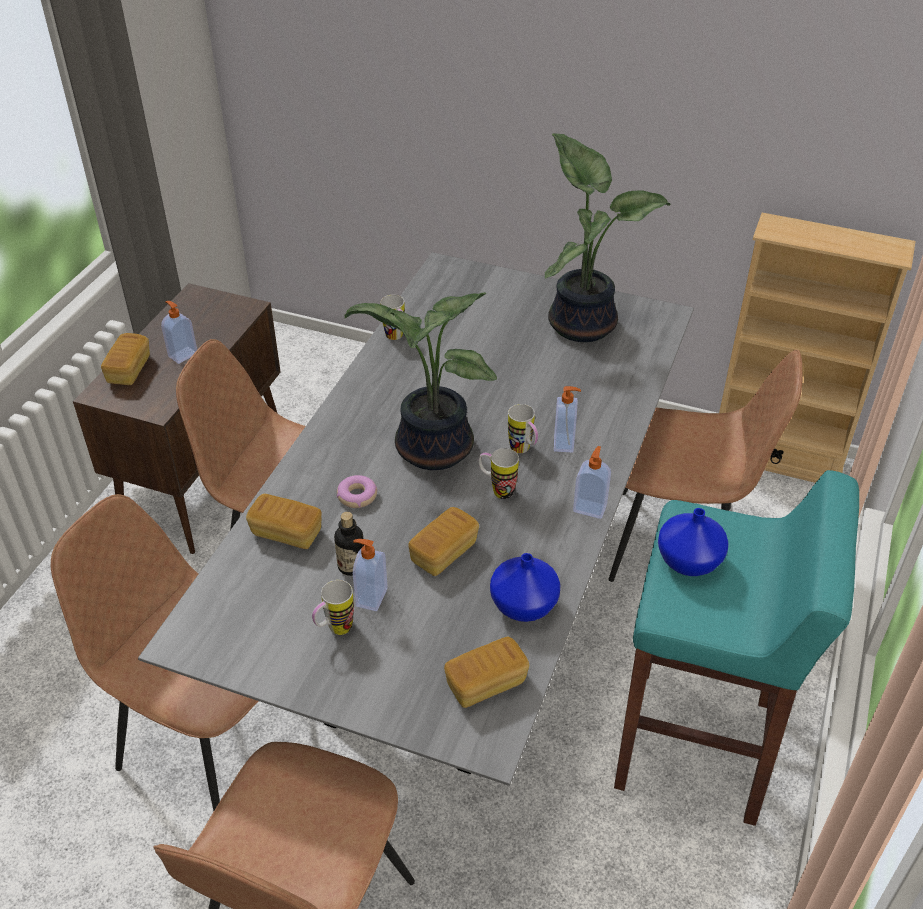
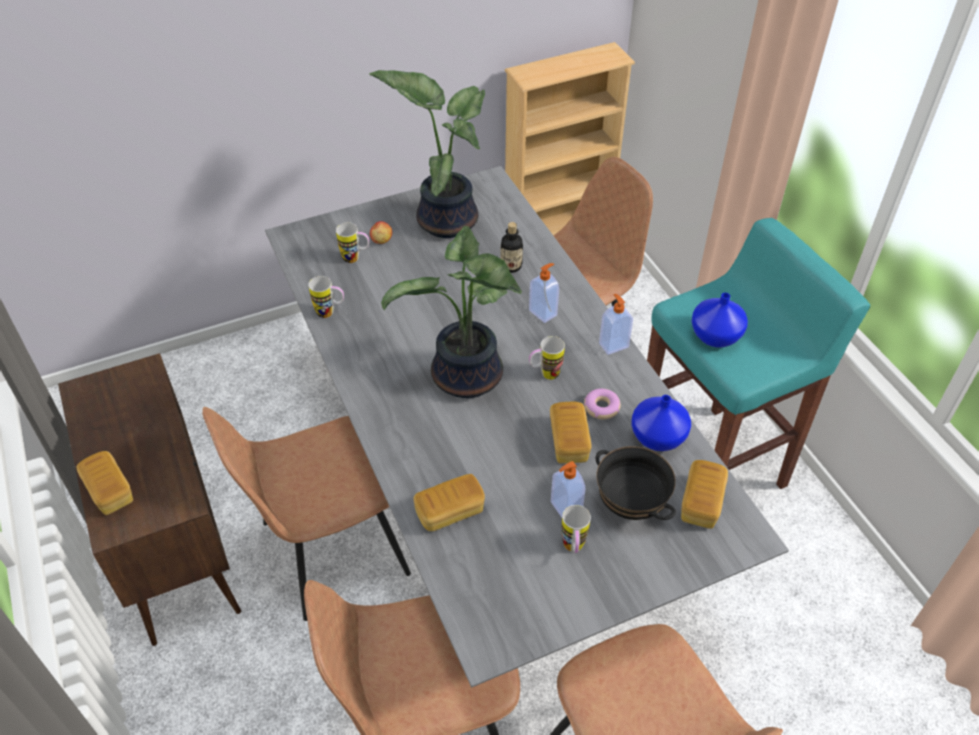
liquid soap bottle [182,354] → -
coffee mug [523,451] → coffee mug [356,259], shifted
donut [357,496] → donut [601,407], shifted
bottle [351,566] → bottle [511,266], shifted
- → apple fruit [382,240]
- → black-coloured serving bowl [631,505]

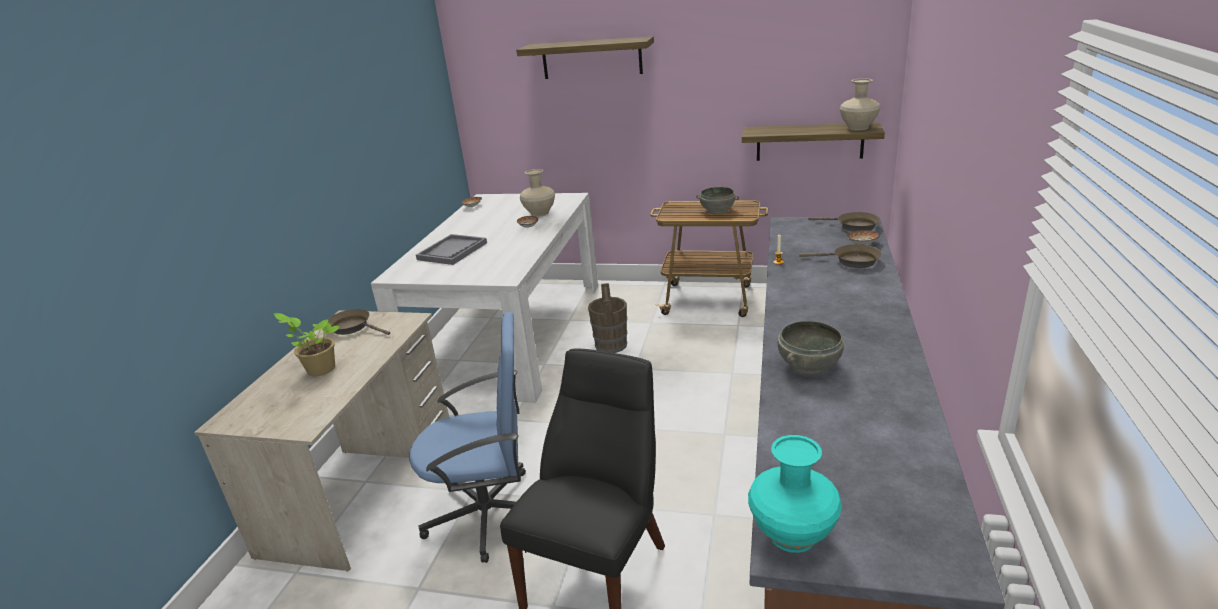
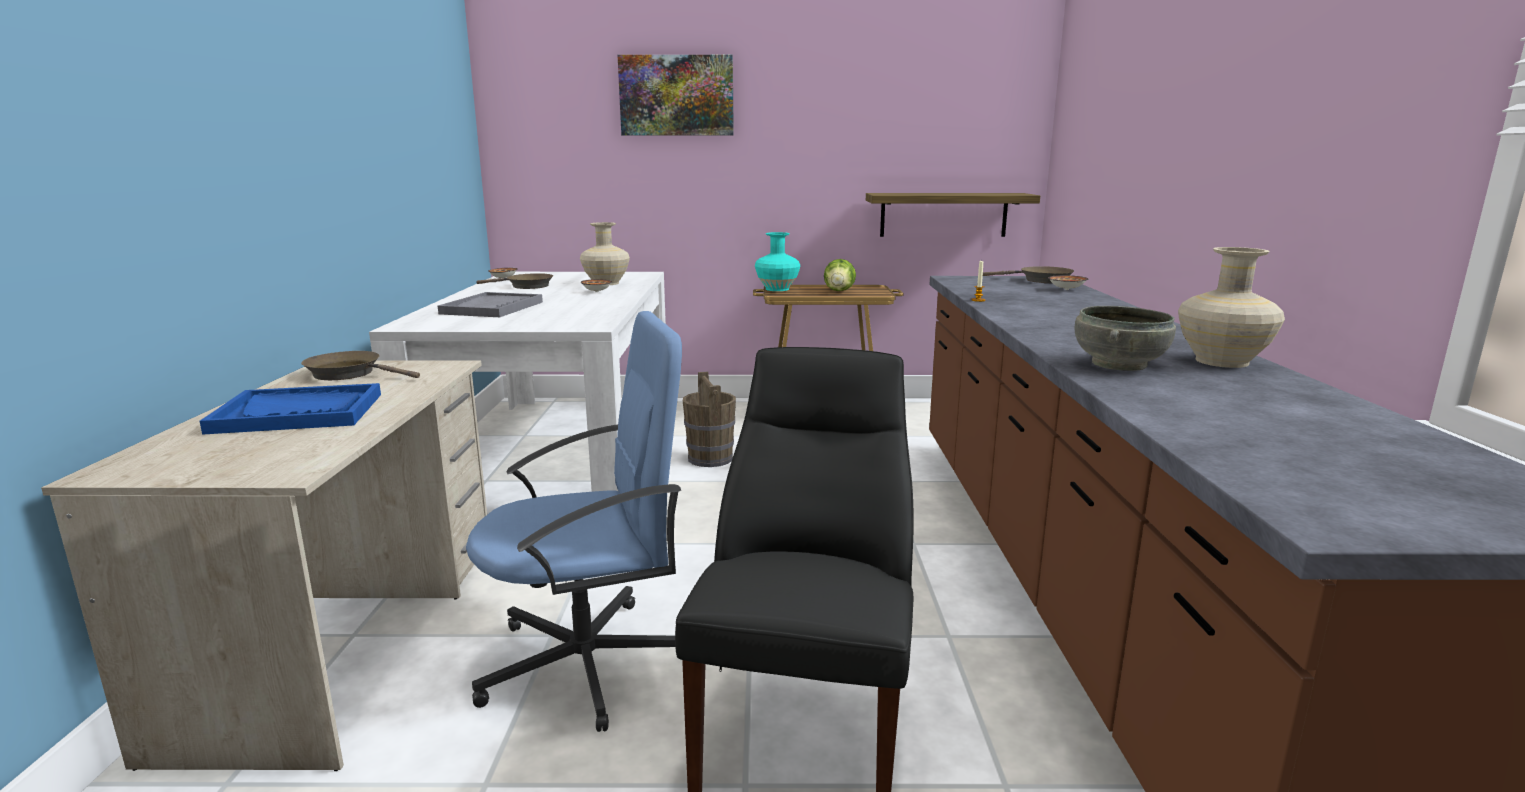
wall shelf [591,58] → wall picture [676,96]
sand-coloured decorative vase [857,128] → sand-coloured decorative vase [1220,361], shifted
gray serving bowl [717,210] → lettuce head [839,291]
brownish frying pan [852,261] → brownish frying pan [526,286], shifted
houseplant [319,369] → bluish serving tray [299,413]
blue-green decorative vase [793,536] → blue-green decorative vase [777,289], shifted

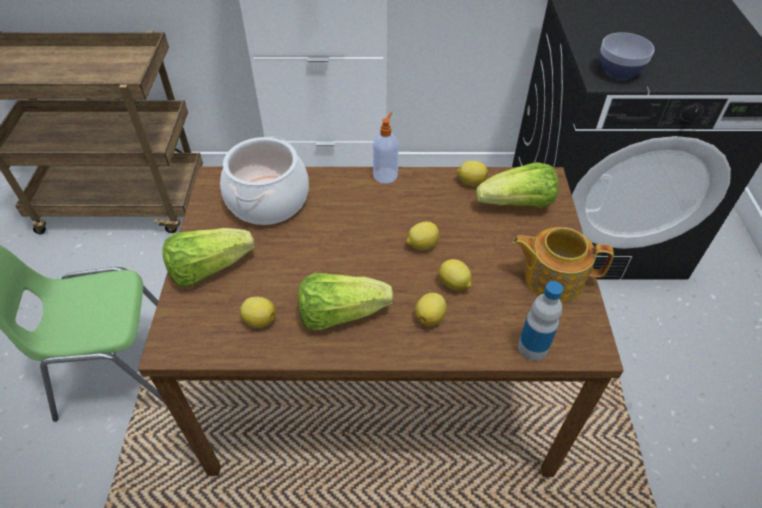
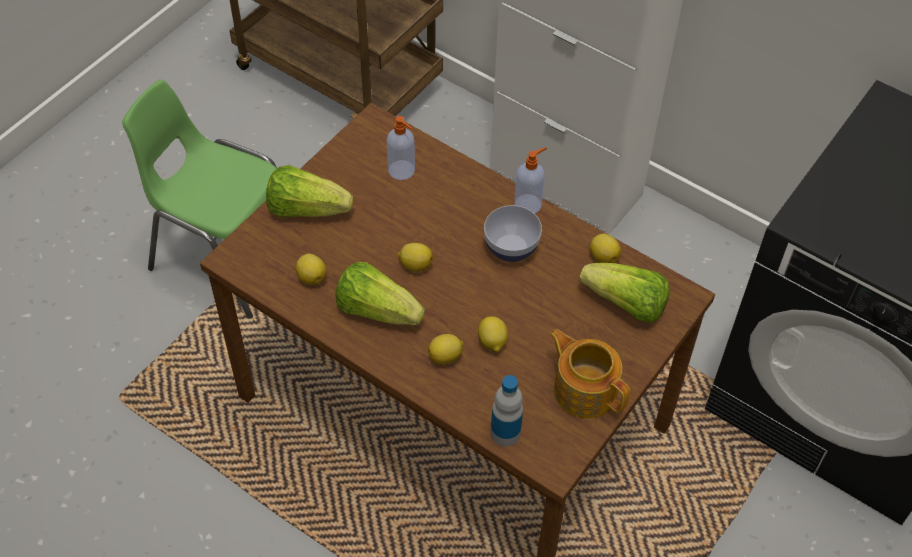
serving bowl [619,72] → serving bowl [511,248], shifted
saucepot [268,200] → liquid soap bottle [402,171]
citrus fruit [421,245] → citrus fruit [415,265], shifted

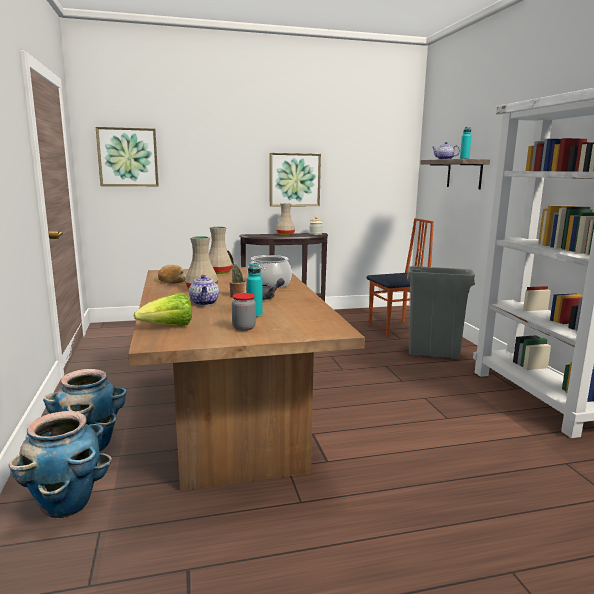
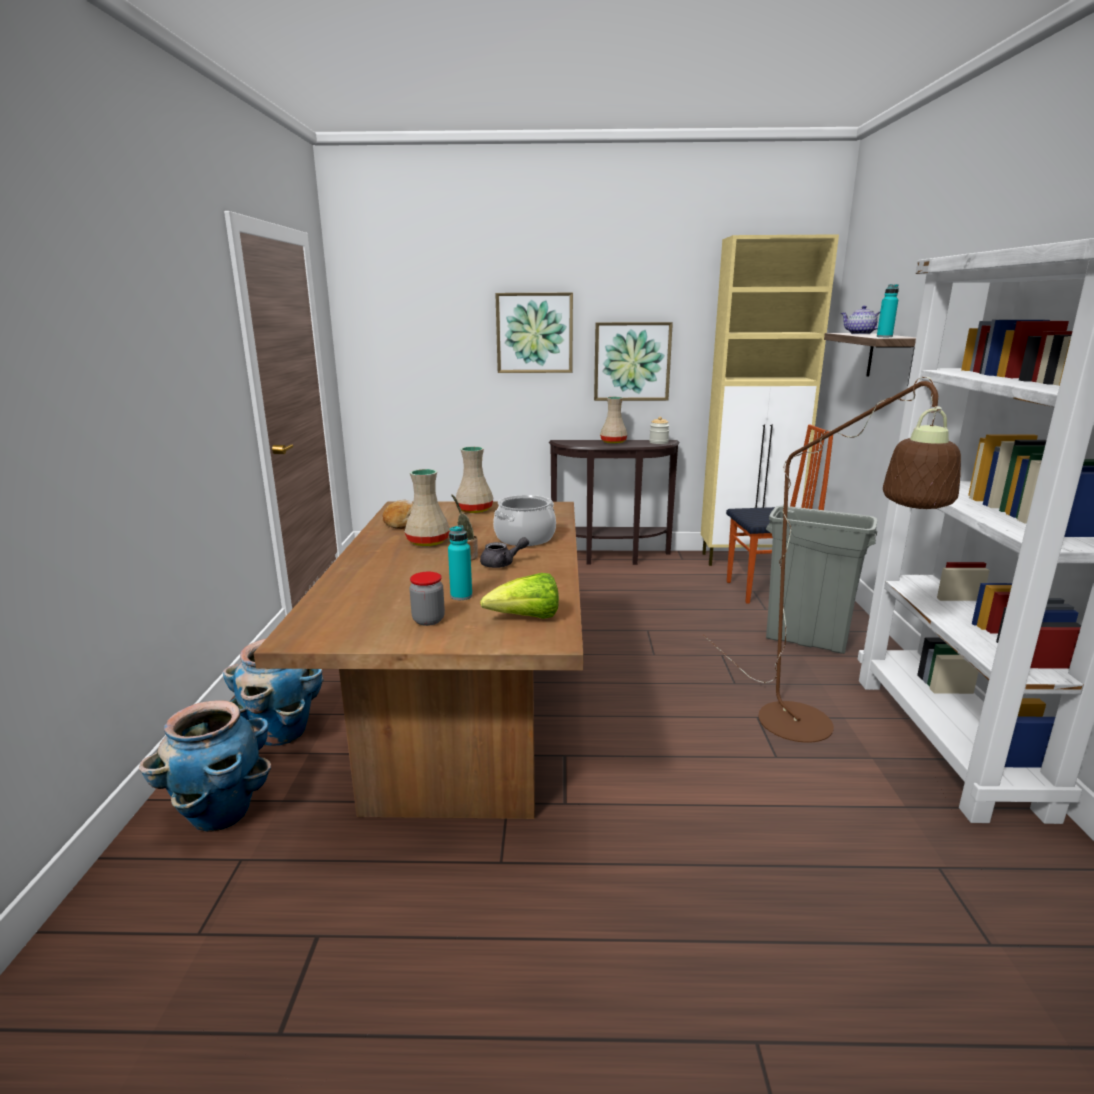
wall picture [128,157] → wall picture [534,333], shifted
pot for tea [204,303] → -
lettuce head [168,327] → lettuce head [526,618], shifted
- → sand-coloured storage cabinet [748,559]
- → brownish standing lamp [808,732]

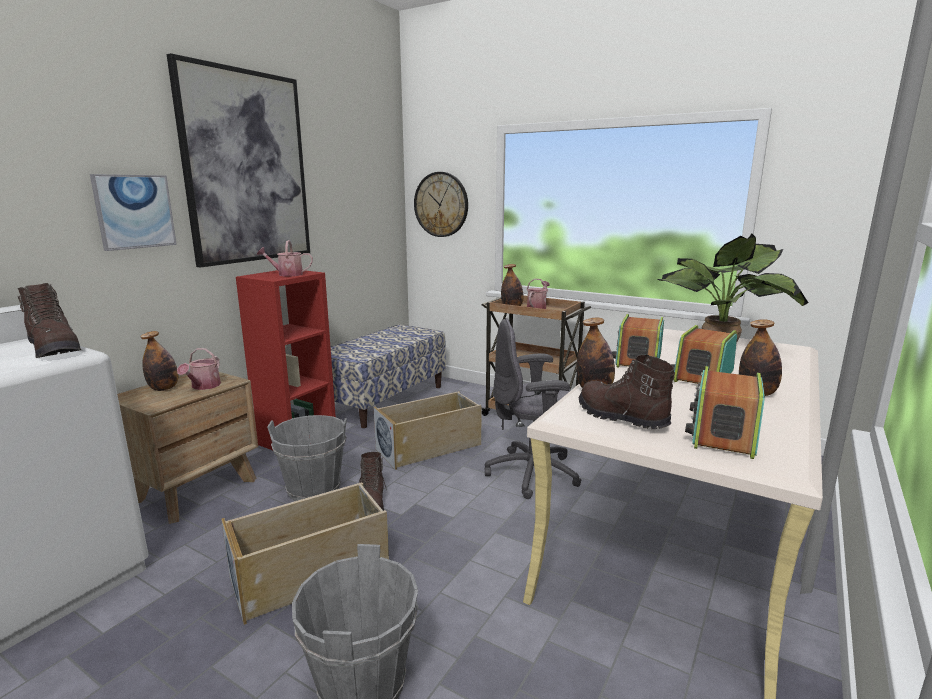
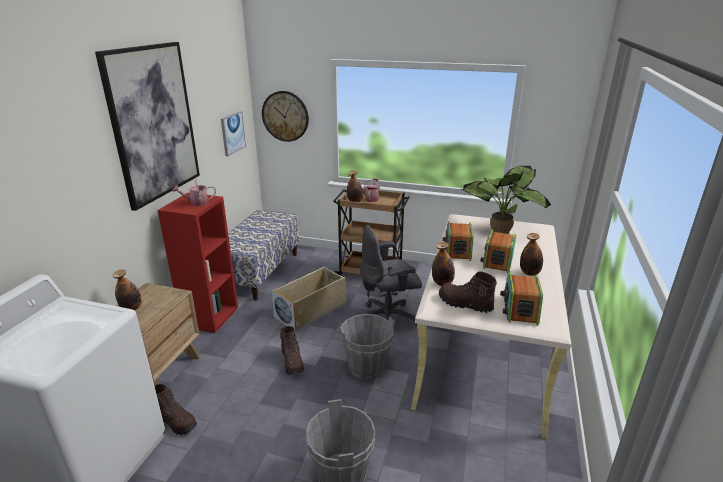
wall picture [134,211] → wall picture [232,133], shifted
brownish boot [54,349] → brownish boot [175,421], shifted
watering can [203,386] → -
gray pail [314,489] → gray pail [367,367], shifted
sand-coloured storage container [312,572] → -

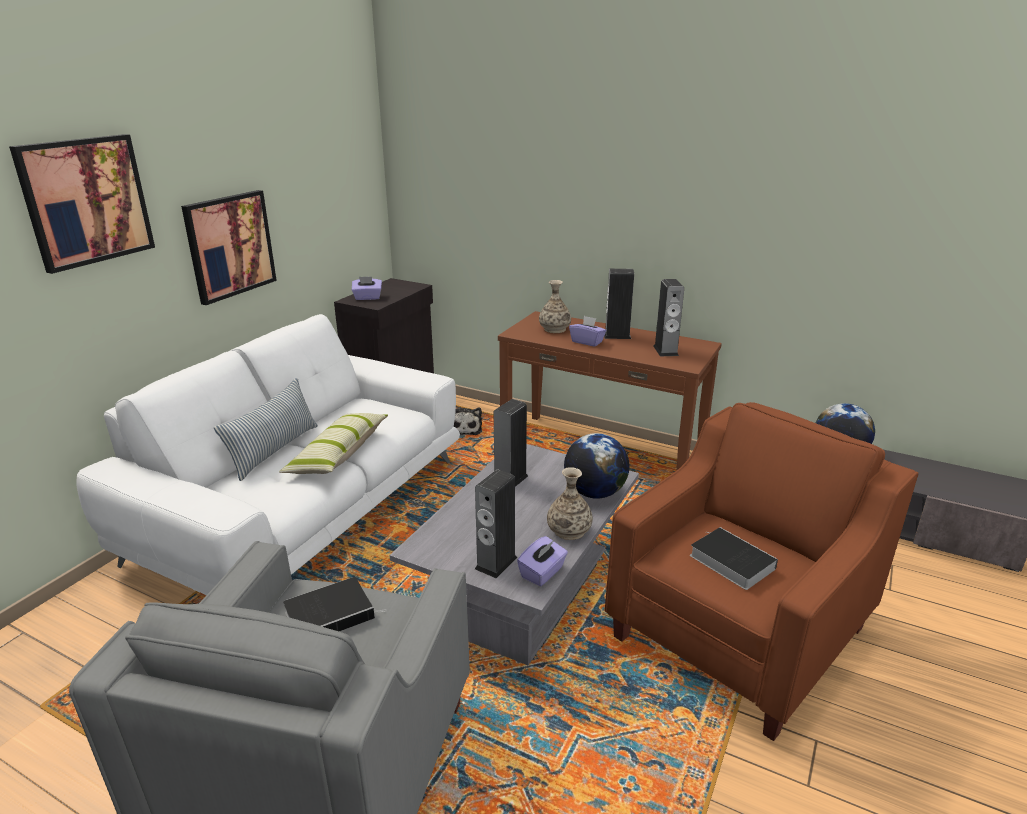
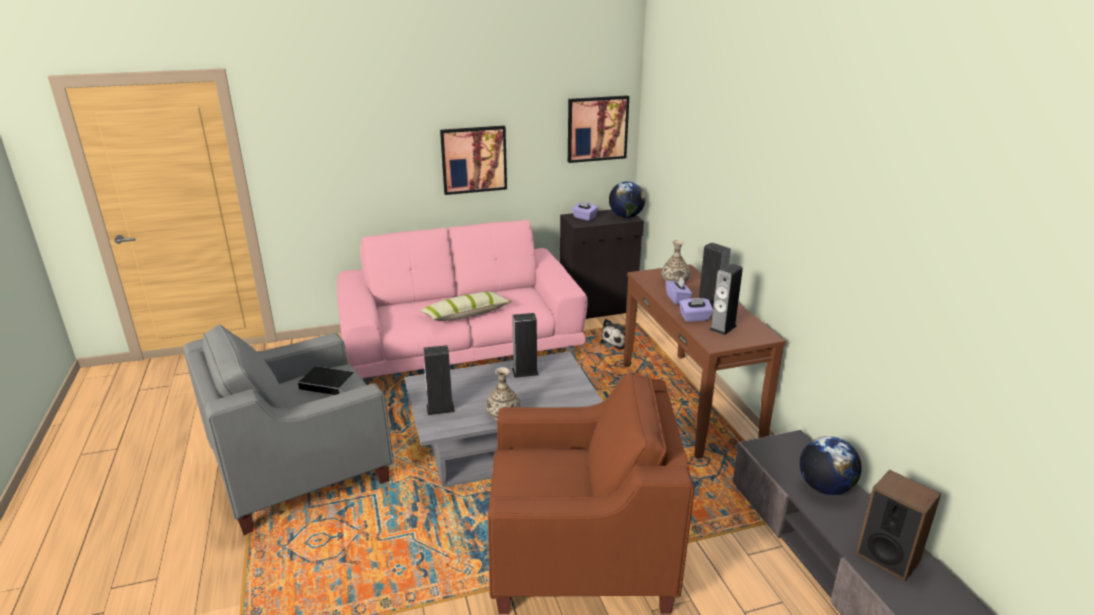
wall picture [86,201] → wall picture [597,128], shifted
whitish couch [303,509] → pink-coloured couch [462,346]
cushion [274,450] → -
desk globe [594,493] → desk globe [626,216], shifted
book [729,561] → -
purple-coloured tissue box [542,573] → purple-coloured tissue box [695,318], shifted
- → audio speaker [887,556]

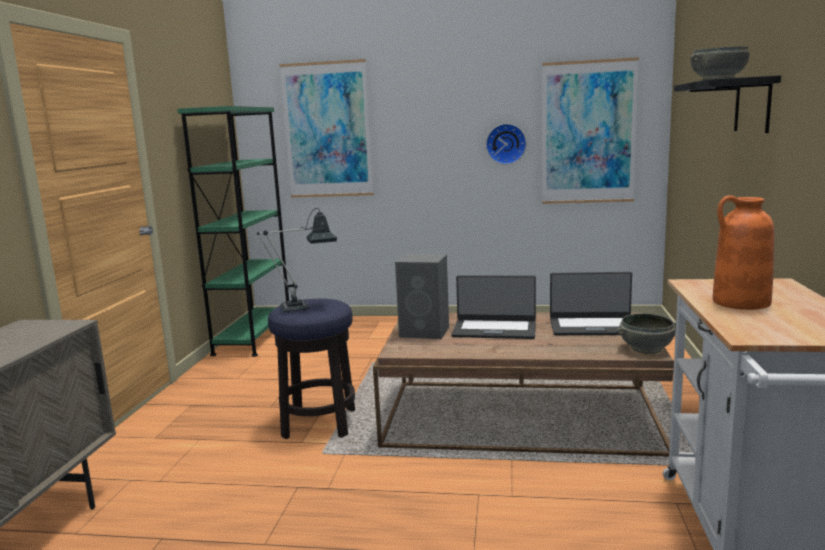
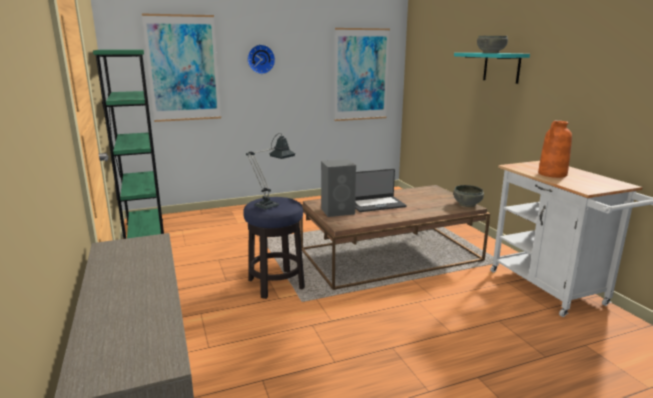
black-coloured wall shelf [753,105] → blue-green wall shelf [501,67]
hanging clock [506,144] → hanging clock [260,59], shifted
portable computer [592,327] → -

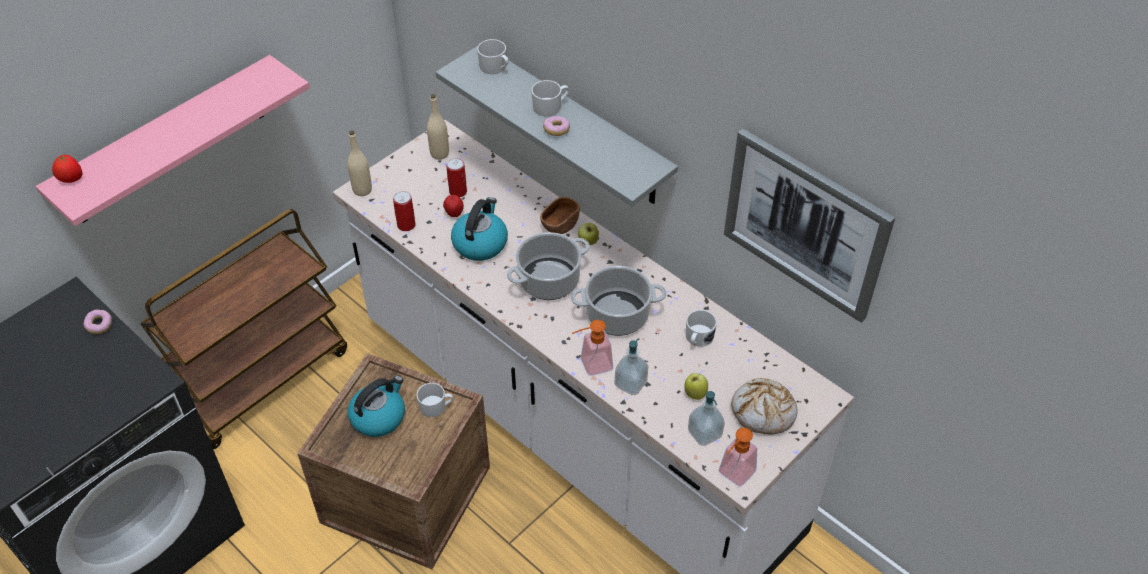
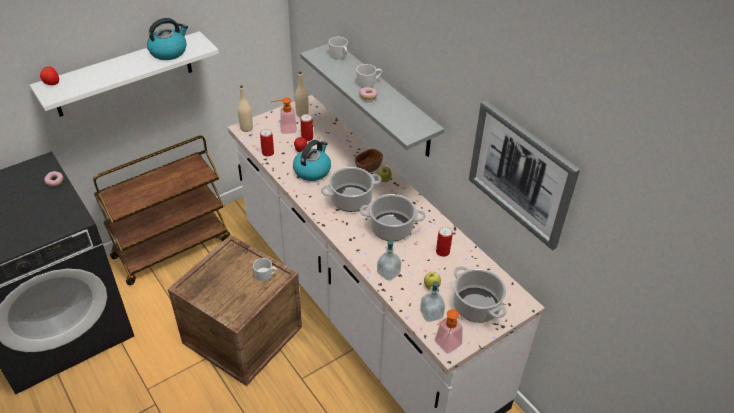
pink-coloured wall shelf [167,142] → whitish wall shelf [123,74]
whitish coffee mug [698,338] → sealed can [442,251]
liquid soap bottle [591,365] → liquid soap bottle [285,129], shifted
kettle [378,416] → kettle [169,51], shifted
bread [763,412] → saucepot [477,306]

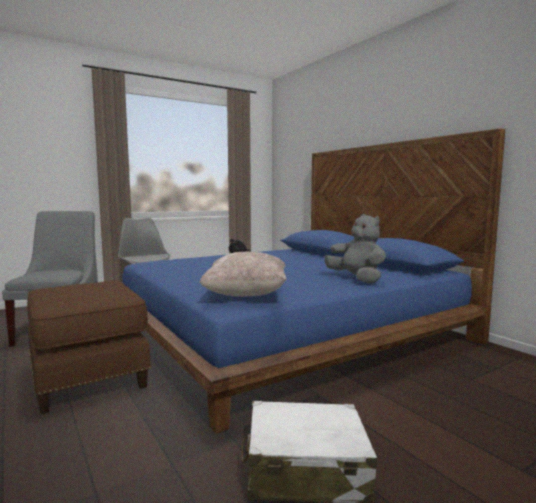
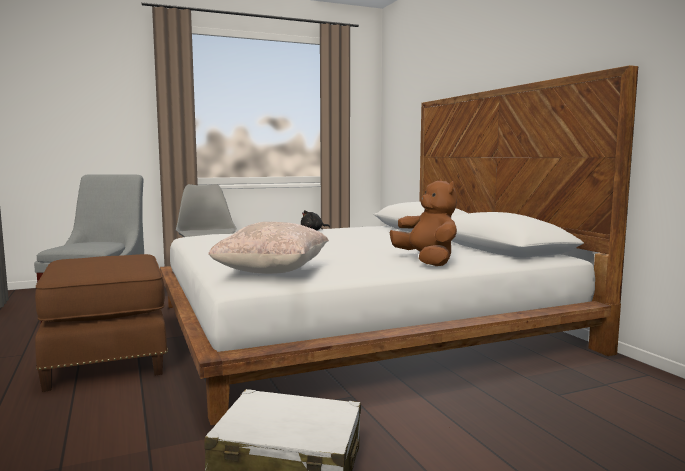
bluish bed [286,331] → whitish bed [356,326]
gray cuddly toy [357,279] → brownish cuddly toy [427,261]

